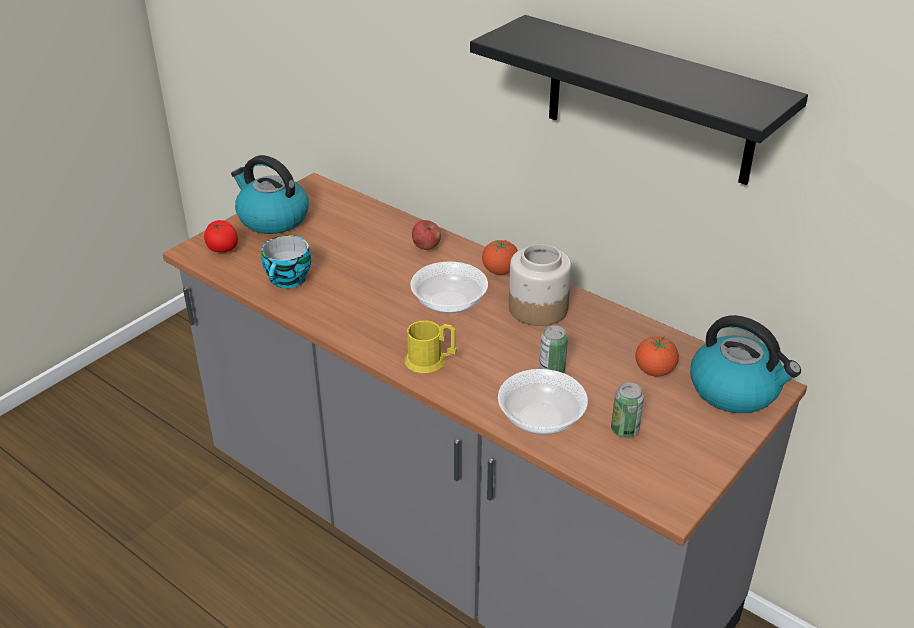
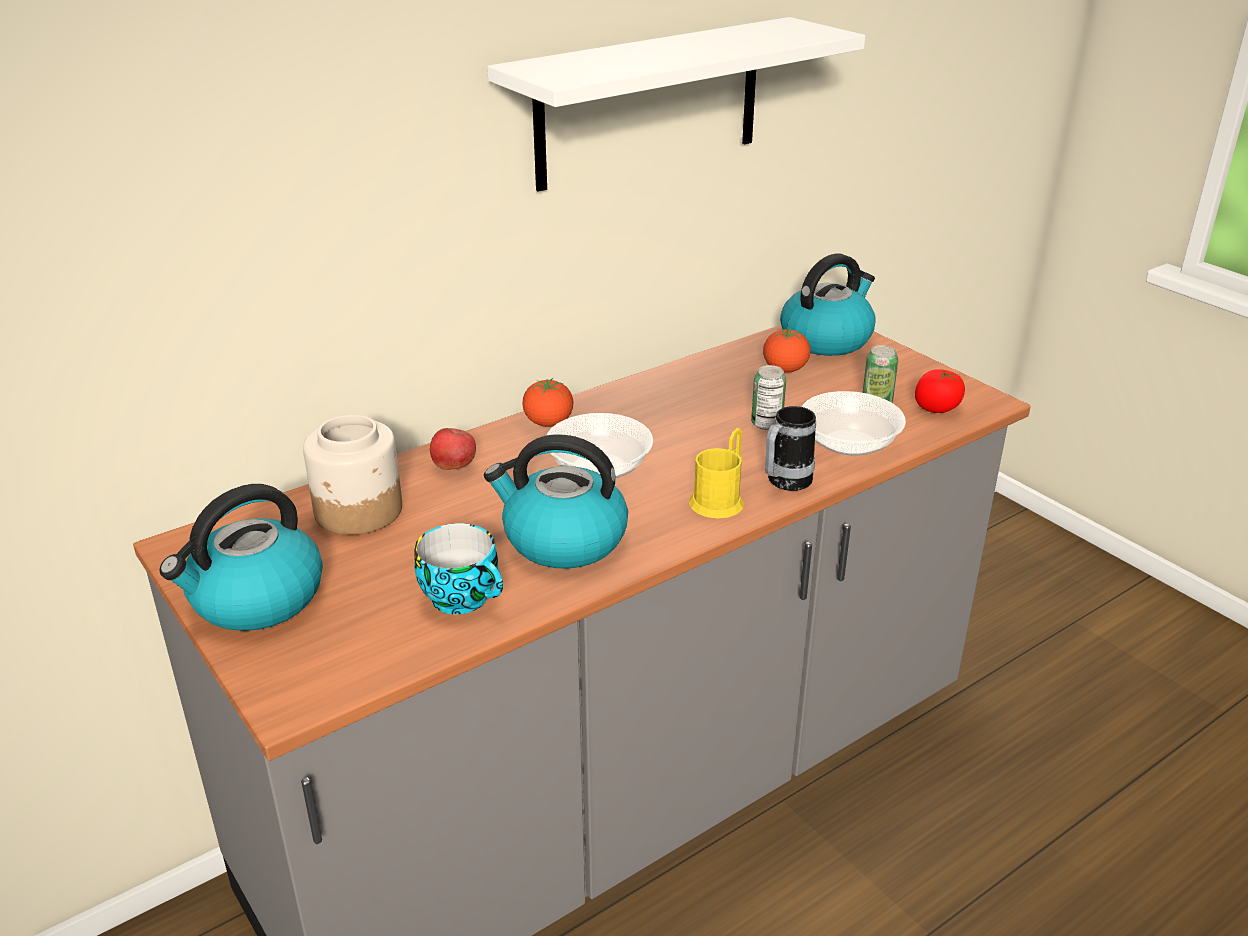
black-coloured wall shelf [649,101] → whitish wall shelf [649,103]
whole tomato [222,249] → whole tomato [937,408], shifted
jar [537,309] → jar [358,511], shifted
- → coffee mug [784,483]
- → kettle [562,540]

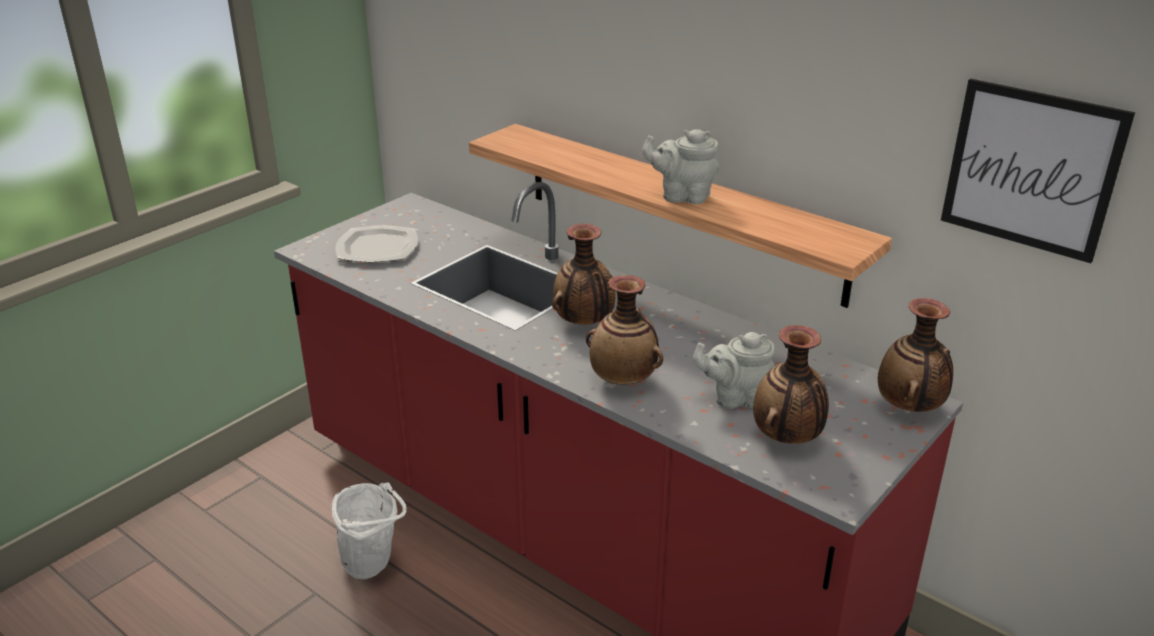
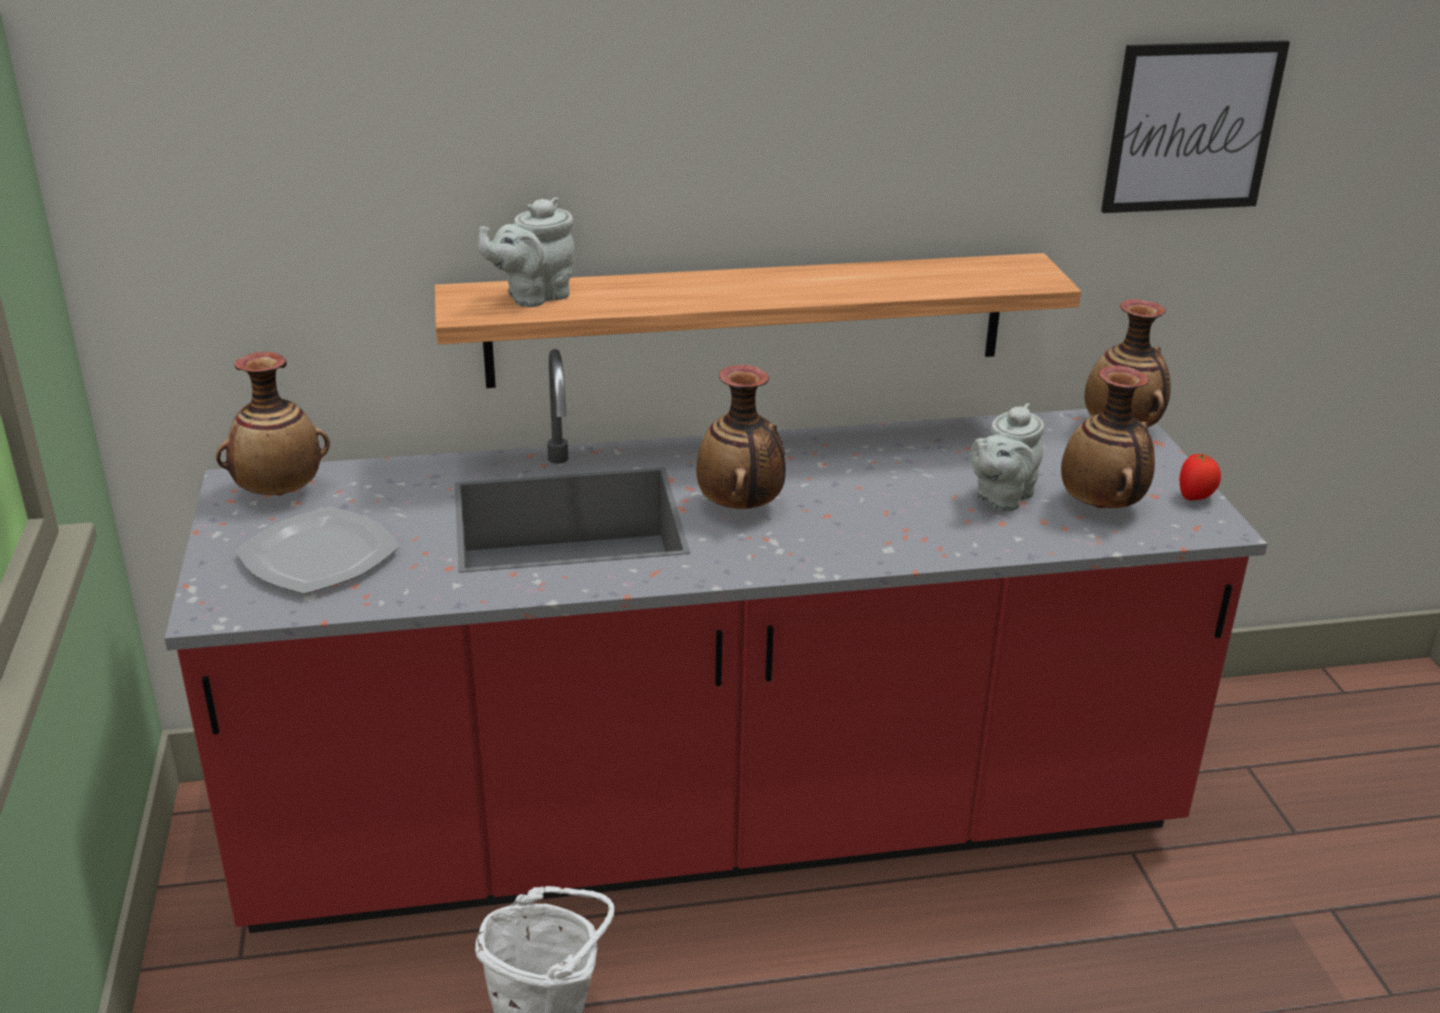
gray pot for tea [682,196] → gray pot for tea [533,296], shifted
decorative vase [623,380] → decorative vase [280,492], shifted
- → whole tomato [1195,497]

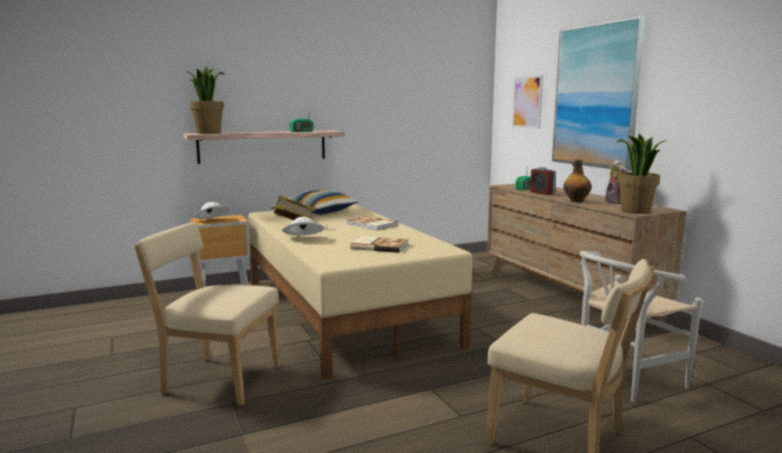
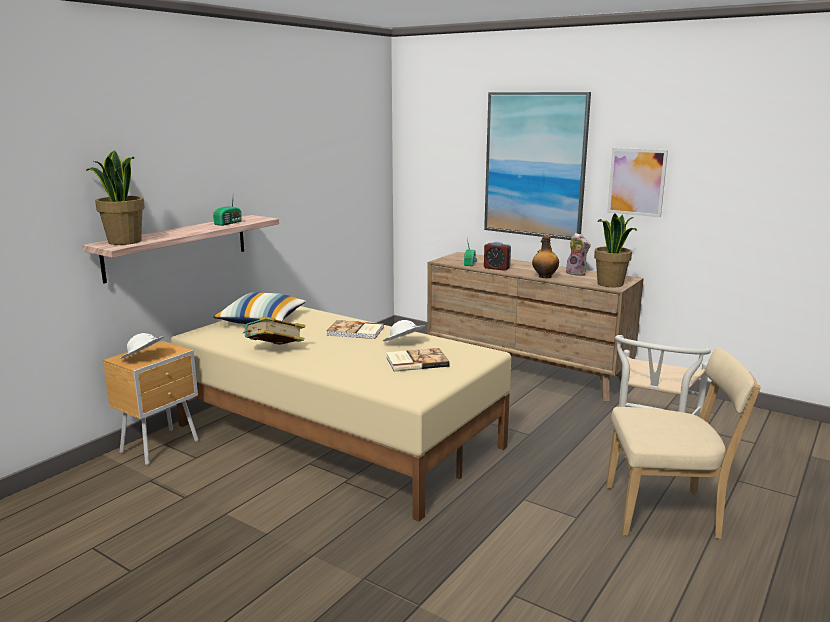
wall picture [527,102] → wall picture [636,182], shifted
whitish hat [303,239] → whitish hat [403,344], shifted
sand-coloured upright chair [217,379] → -

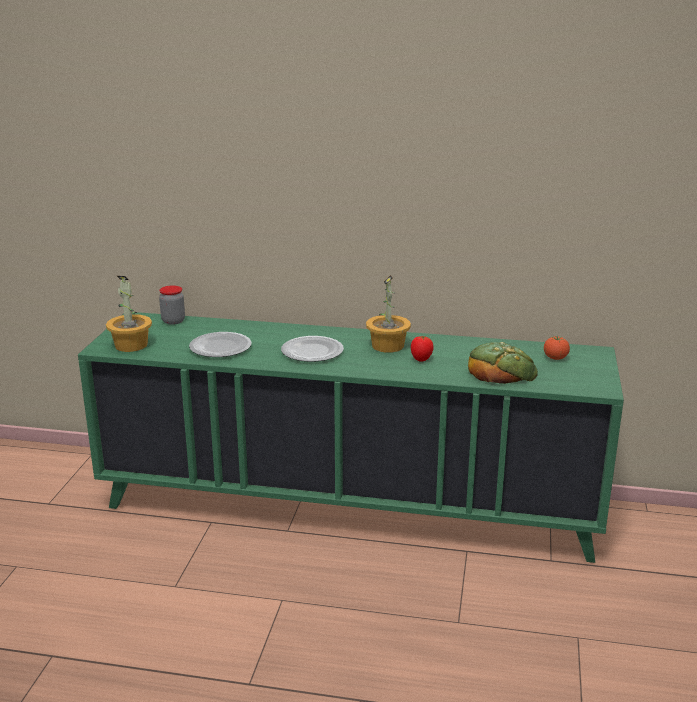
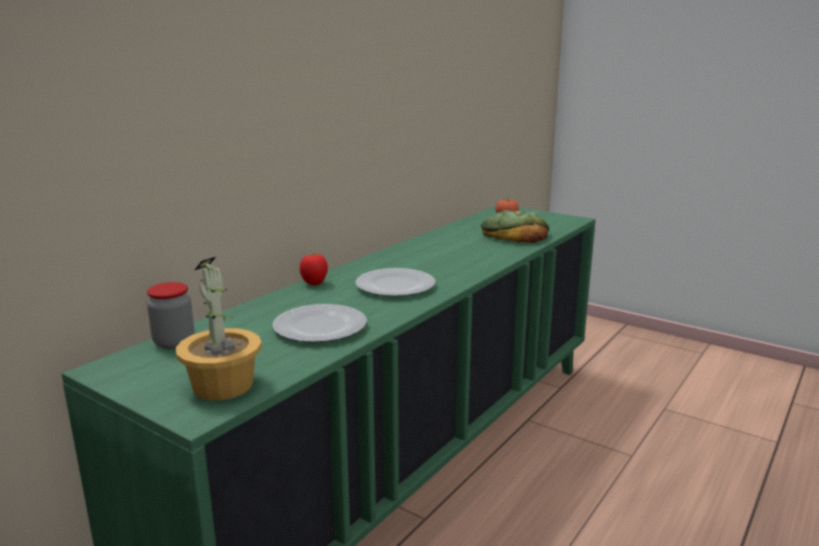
houseplant [388,346] → -
whole tomato [421,360] → whole tomato [314,284], shifted

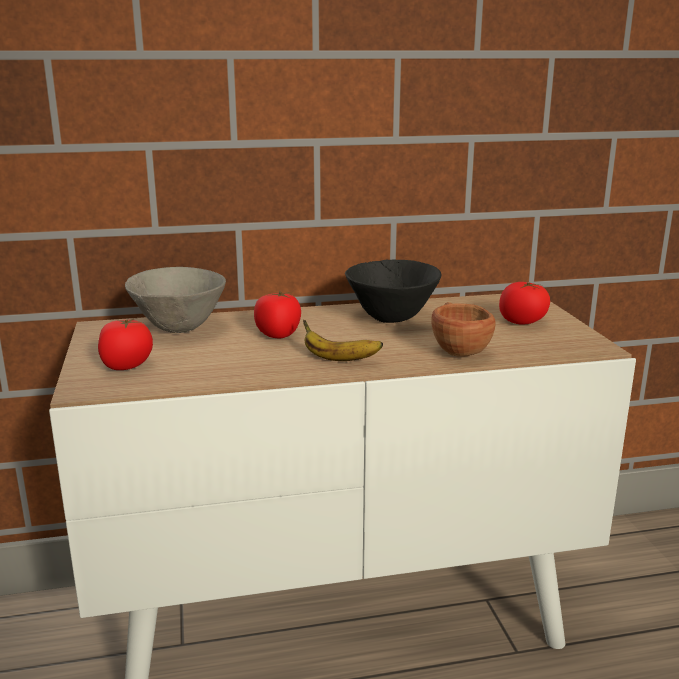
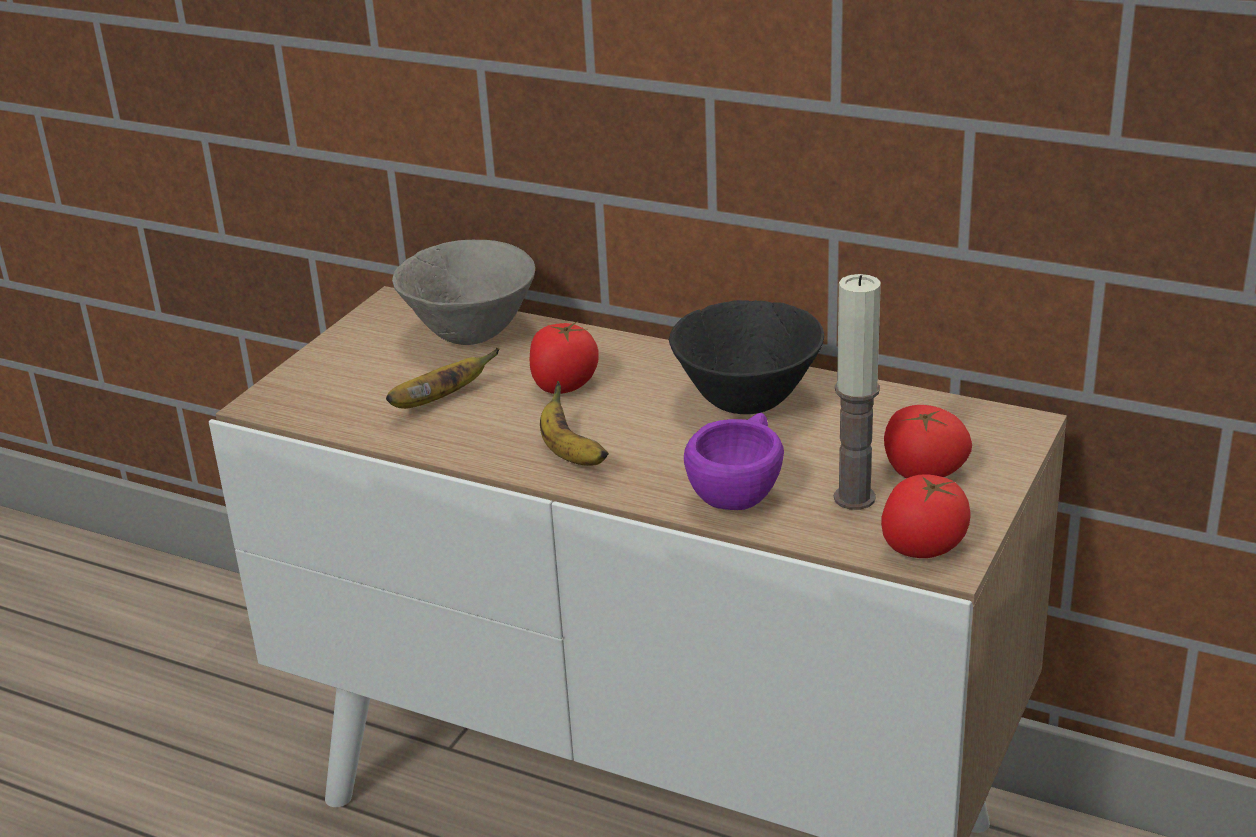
brownish cup [457,349] → purple-coloured cup [740,492]
whole tomato [127,365] → whole tomato [924,546], shifted
- → wax candle [854,498]
- → whole banana [439,400]

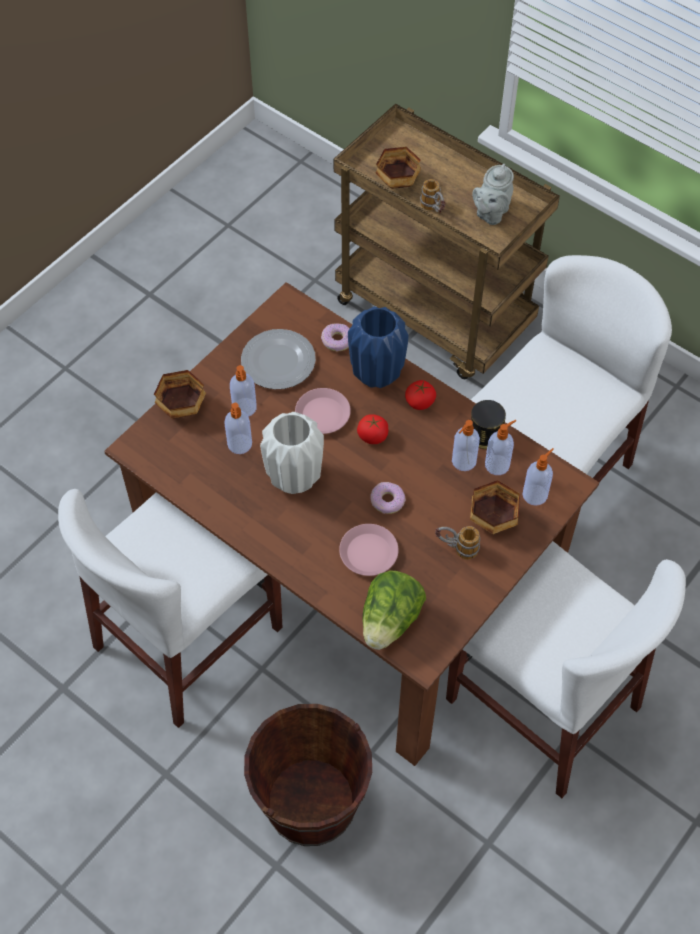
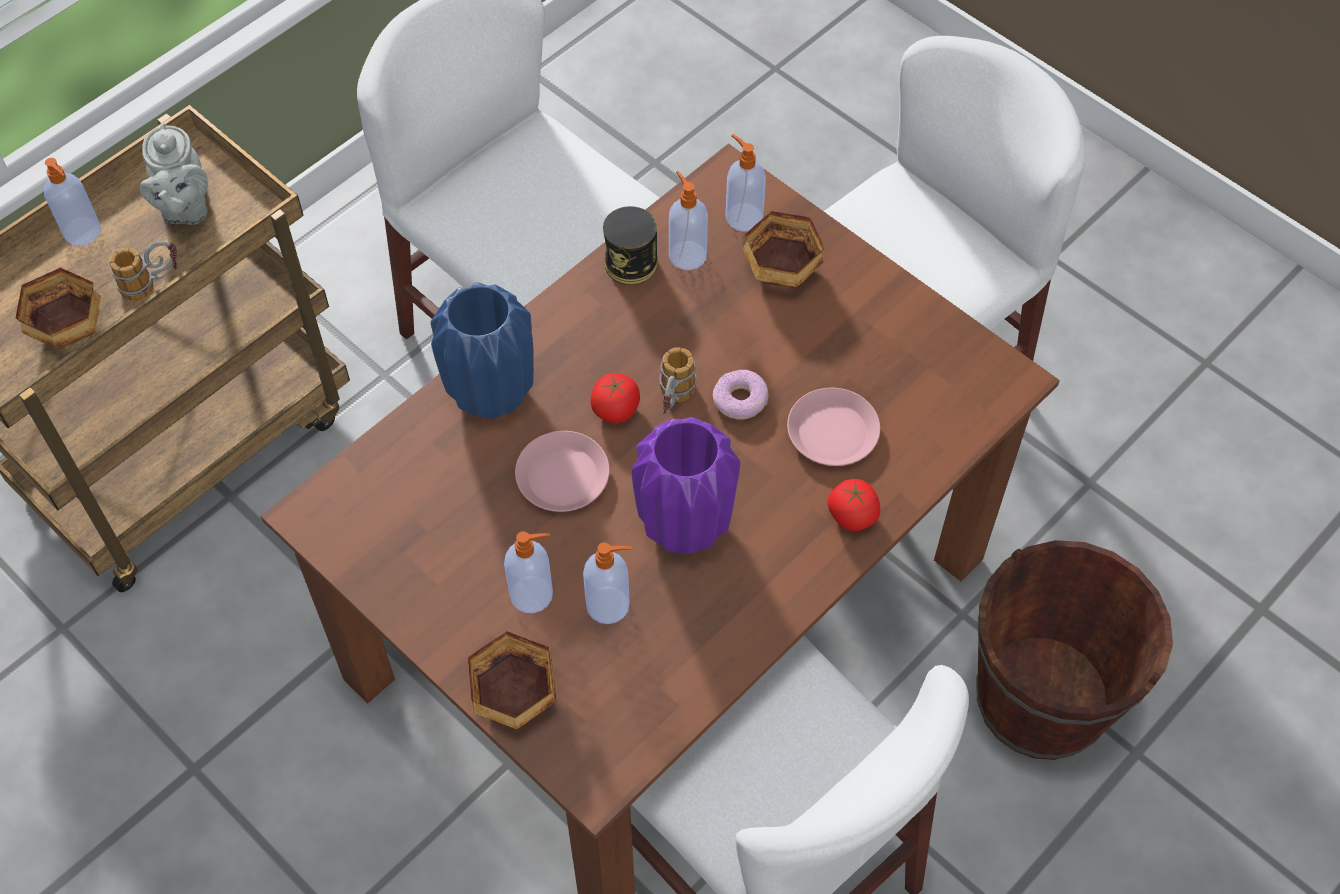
gray pot for tea [490,213] → gray pot for tea [184,208], 45 degrees clockwise
donut [337,341] → -
plate [277,361] → -
whole tomato [420,402] → whole tomato [852,516], shifted
whitish decorative vase [293,477] → purple-coloured decorative vase [684,527]
liquid soap bottle [463,461] → liquid soap bottle [83,232], shifted
coffee mug [456,548] → coffee mug [674,401], shifted
lettuce head [390,621] → -

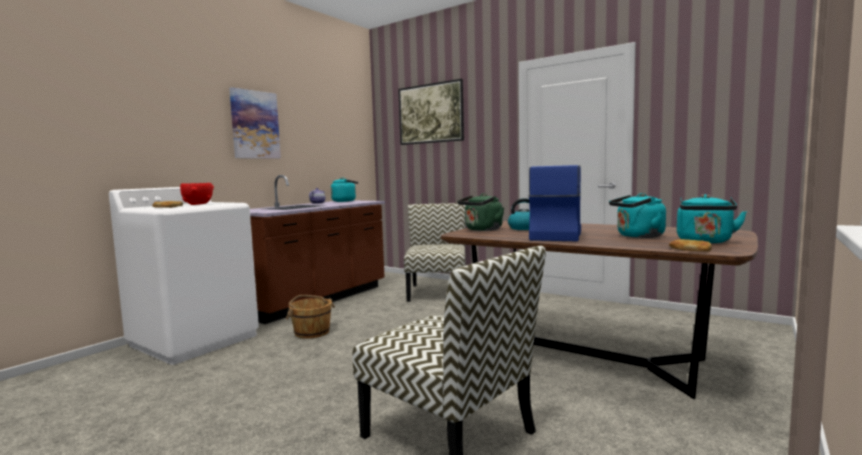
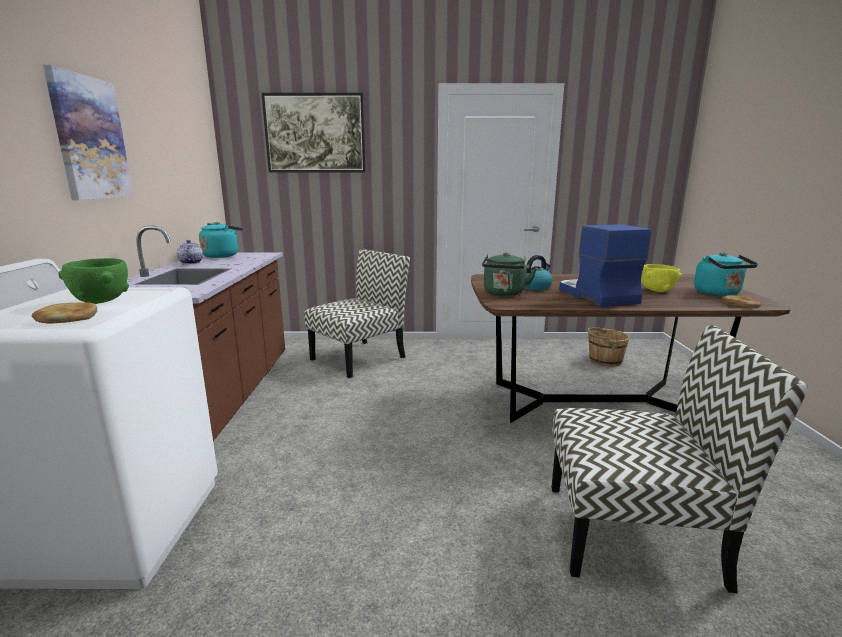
reddish serving bowl [198,204] → green serving bowl [101,301]
blue-green kettle [638,236] → yellow-coloured serving bowl [657,290]
upright chair [437,292] → upright chair [359,357], 75 degrees clockwise
brownish pail [311,332] → brownish pail [604,360], shifted

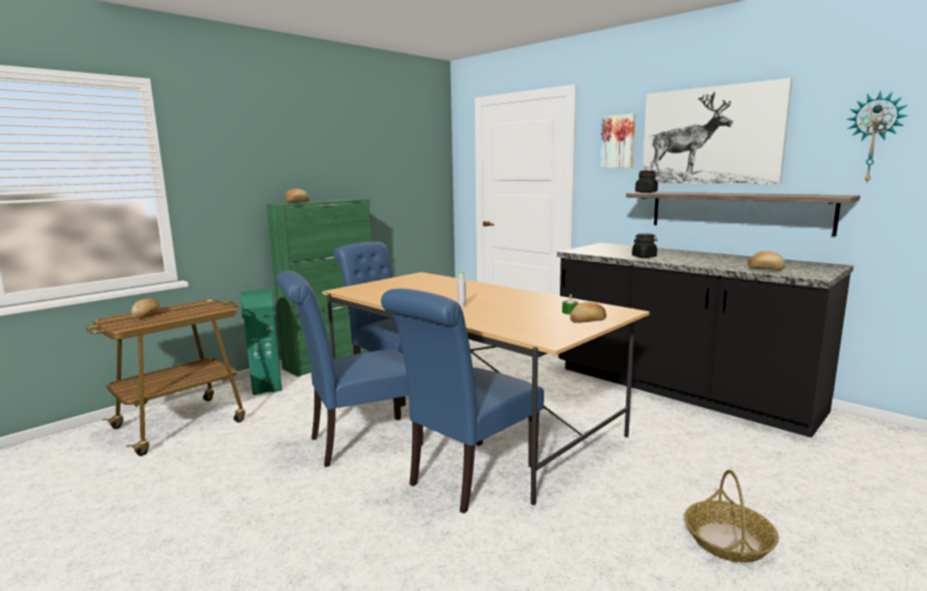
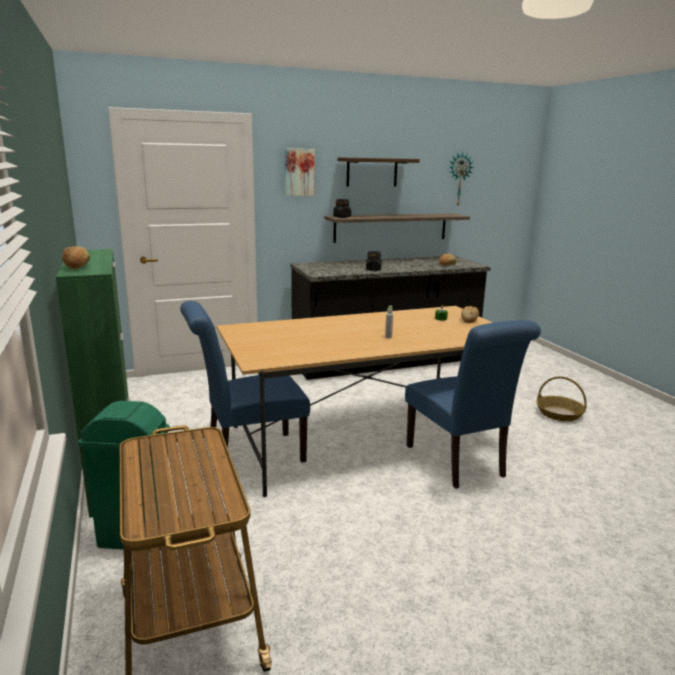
wall picture [710,136] → wall shelf [372,172]
bluish upright chair [358,442] → -
bread [147,315] → -

